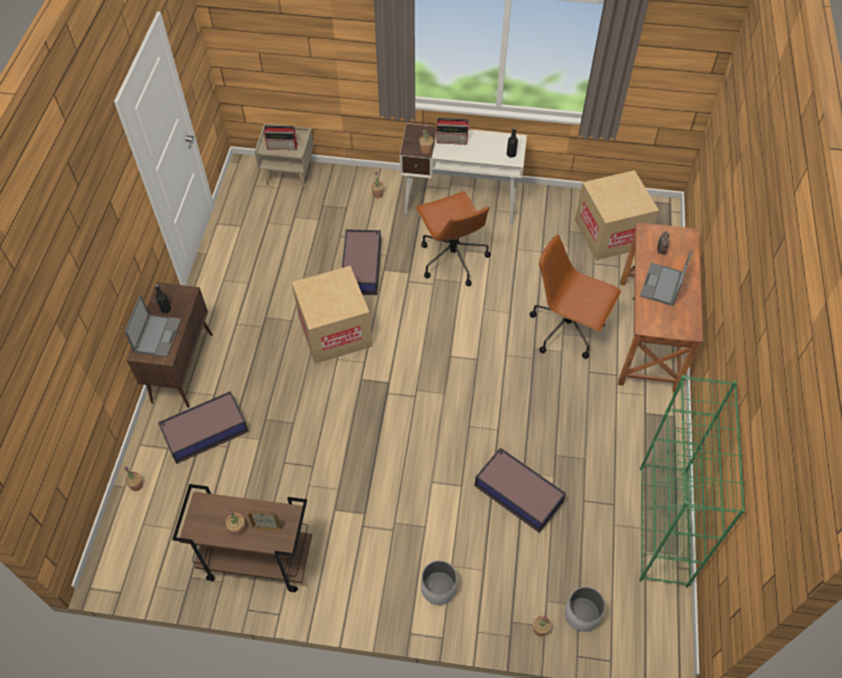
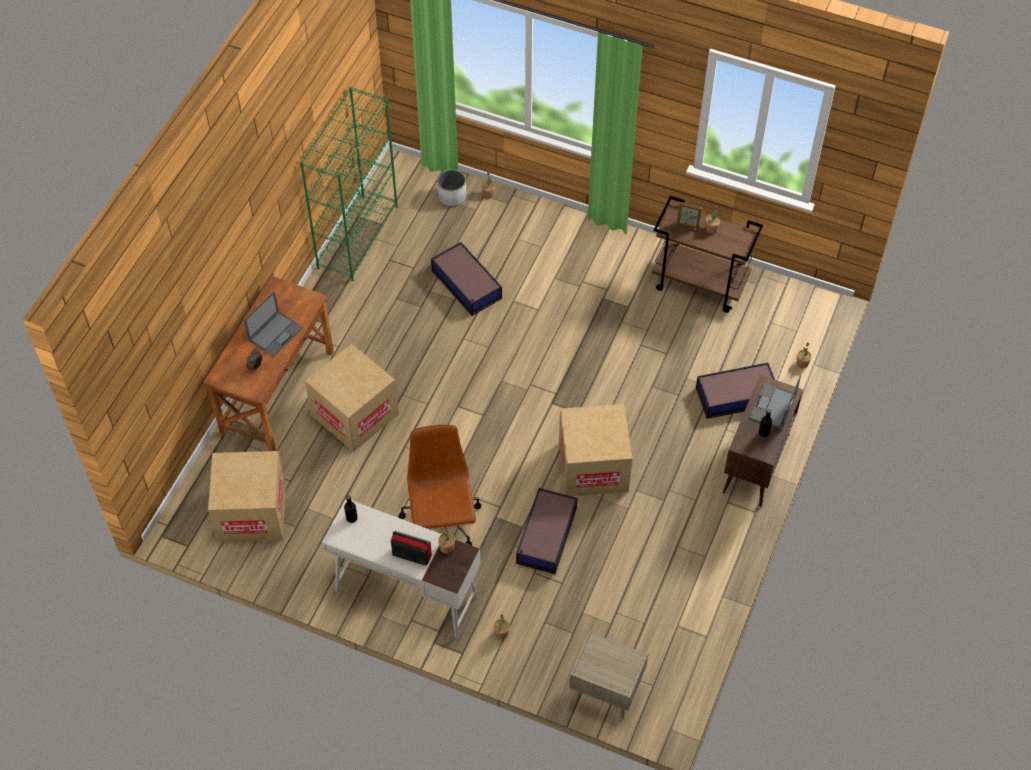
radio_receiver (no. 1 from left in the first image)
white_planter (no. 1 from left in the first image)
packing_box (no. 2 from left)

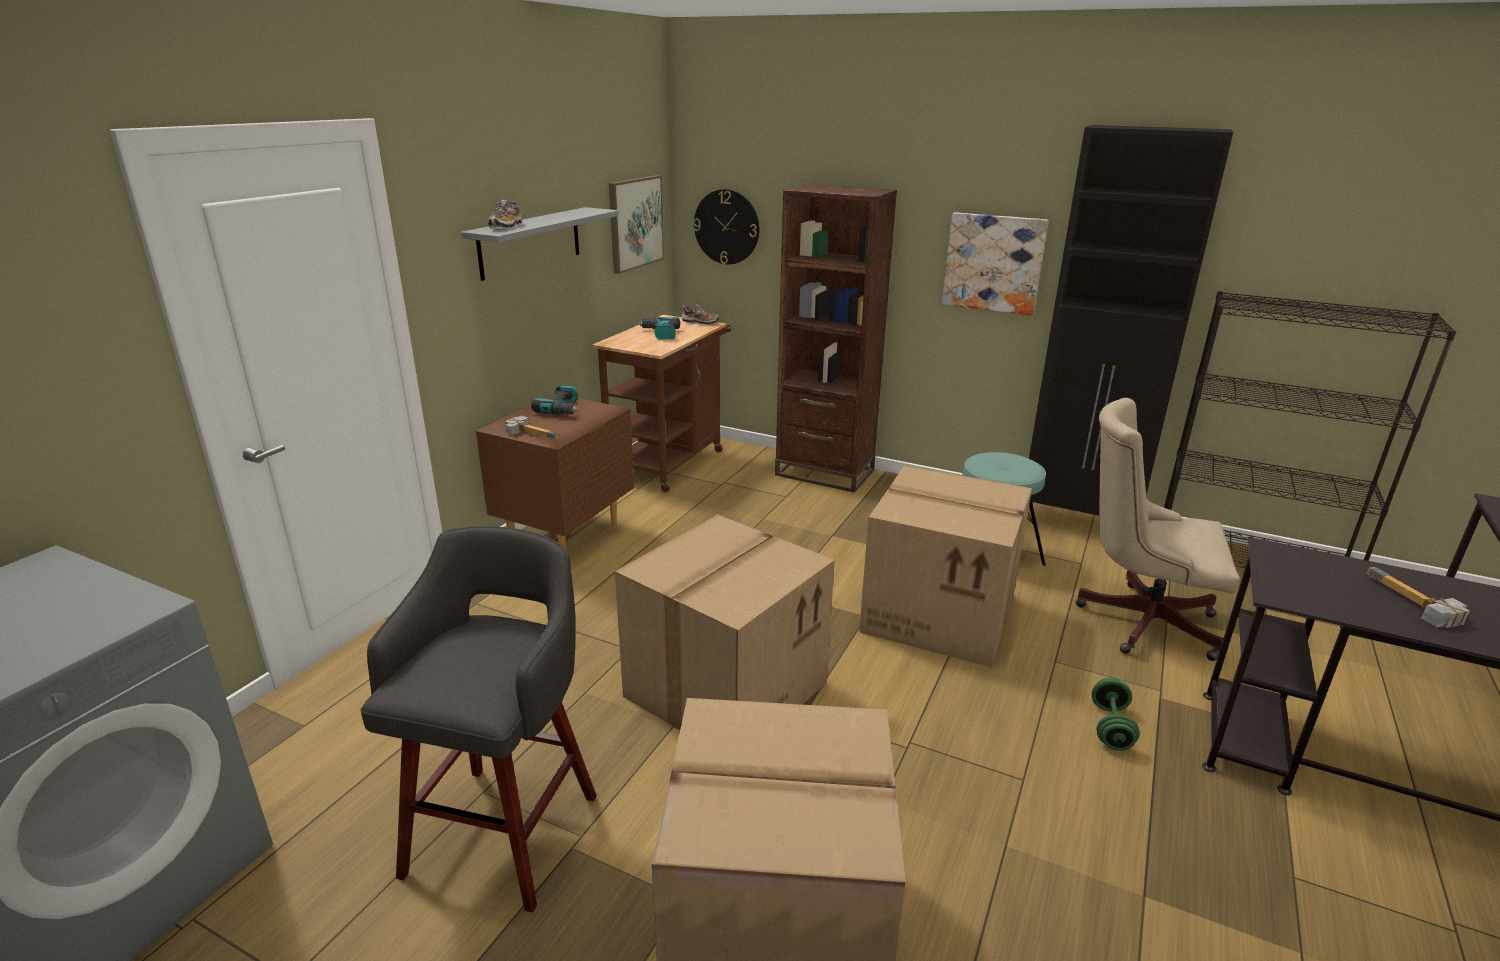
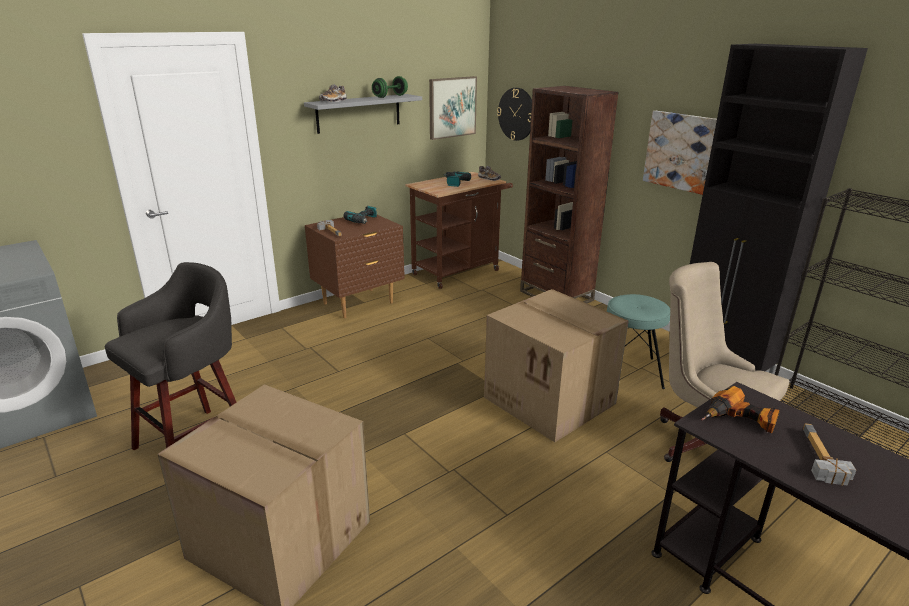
packing_box (no. 1 from left in the first image)
green-coloured_hand_weight
drill (no. 3 from left)

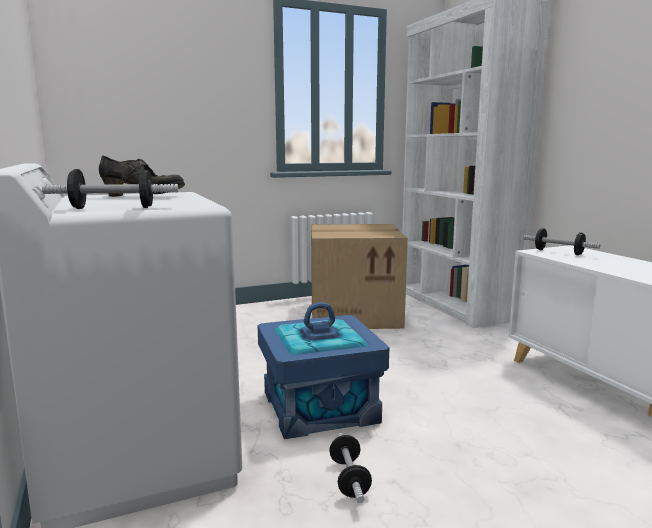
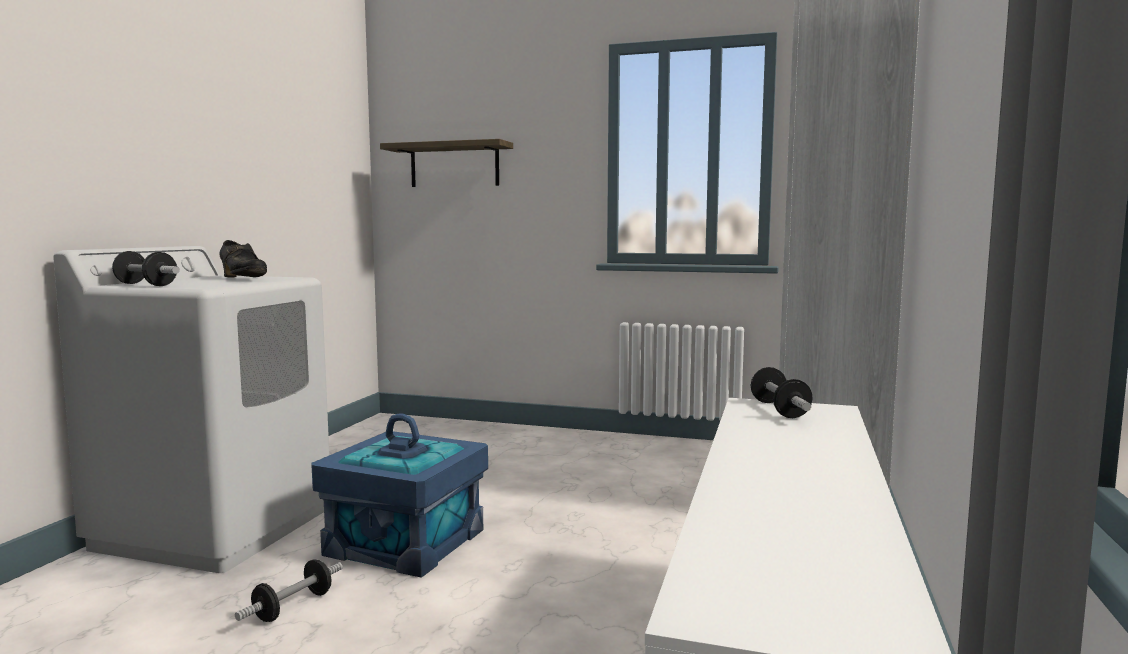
packing_box
shelf

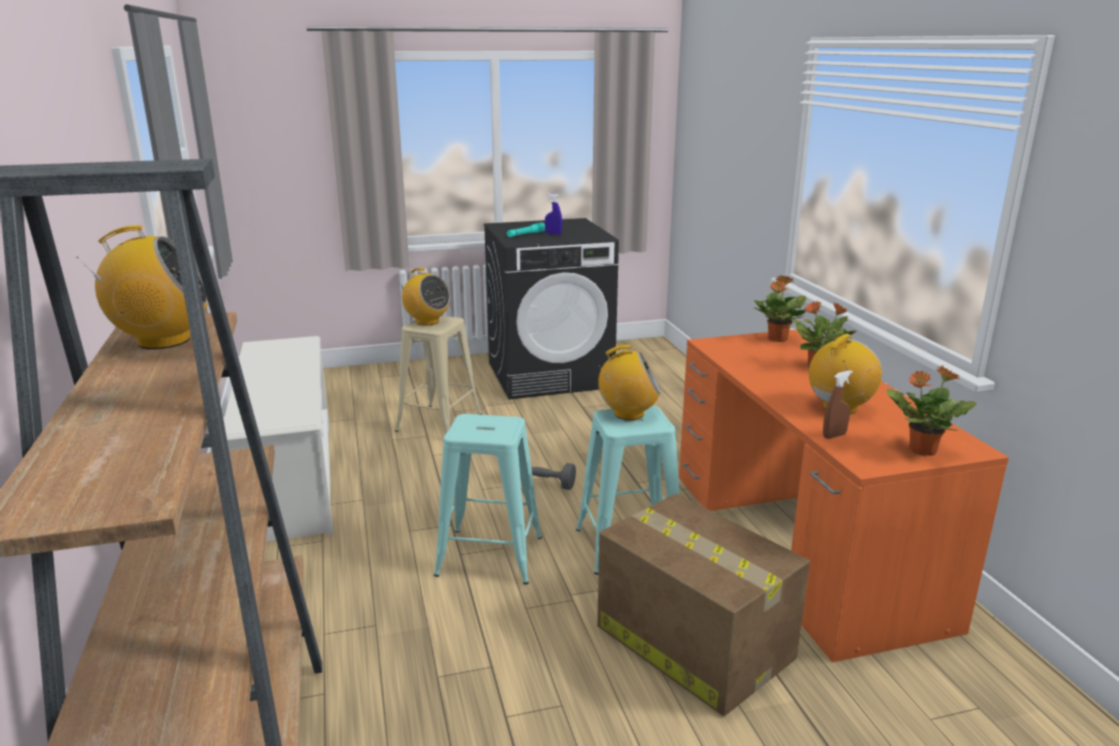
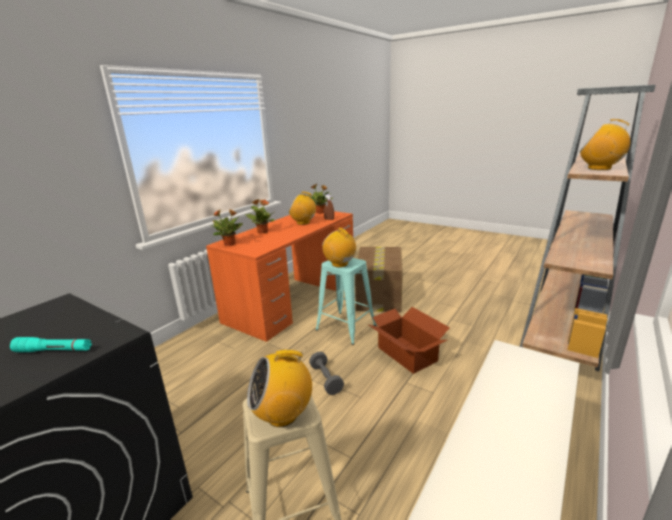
radio_receiver (no. 1 from left)
packing_box (no. 2 from left)
bluish_spray_bottle

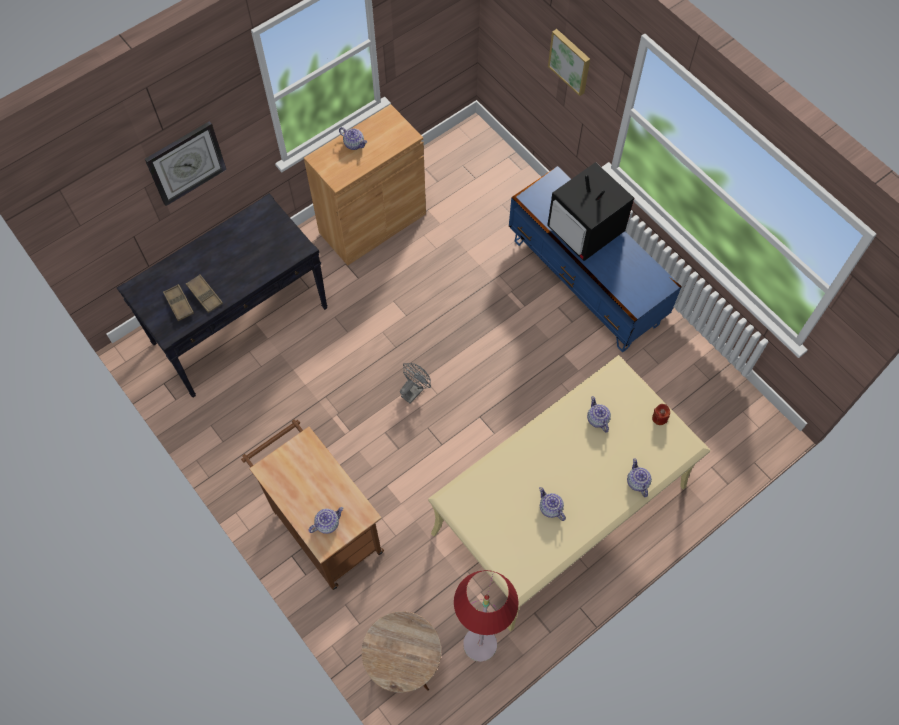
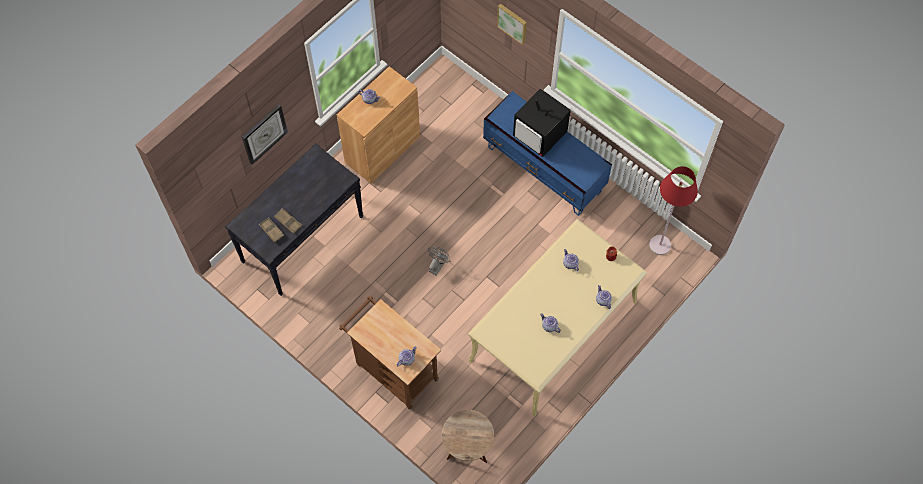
red_standard_lamp

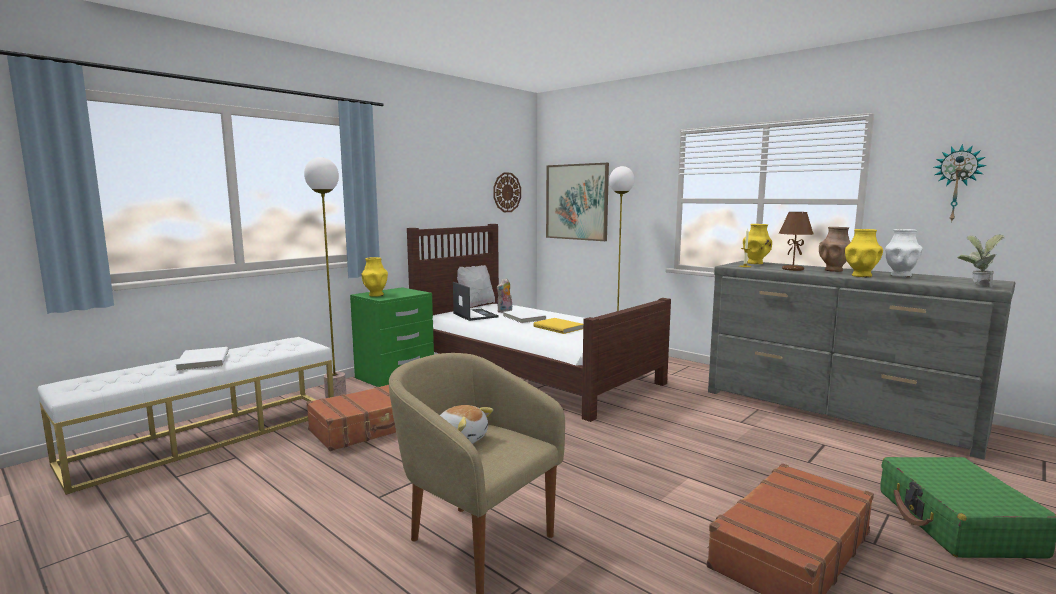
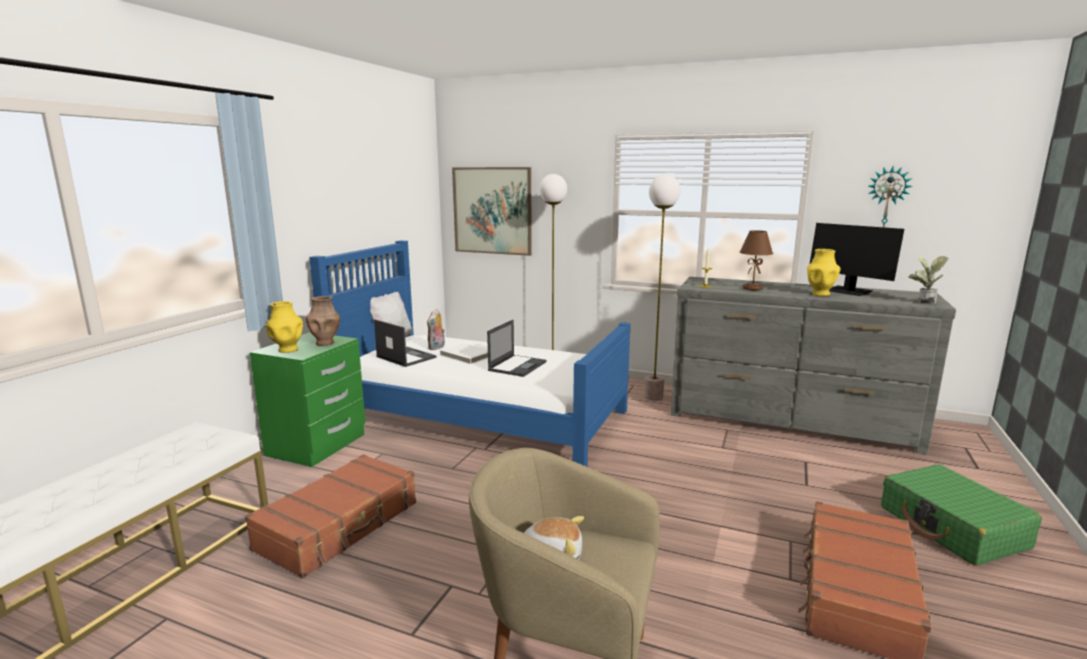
white_bound_book (no. 1 from left in the first image)
standard_lamp (no. 2 from left)
bluish_bedroom_bed
wall_clock (no. 1 from left in the first image)
portable_computer (no. 2 from left)
yellow-coloured_vase (no. 2 from left in the first image)
brownish_vase
monitor

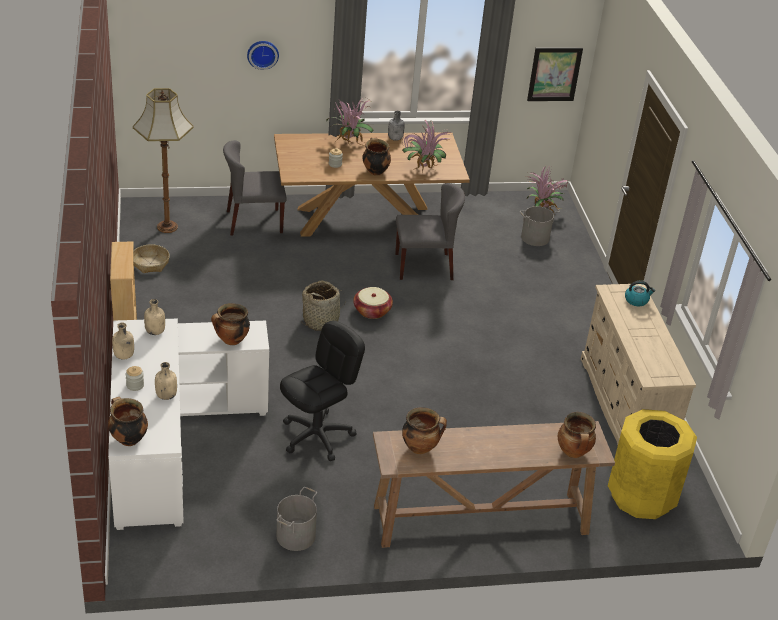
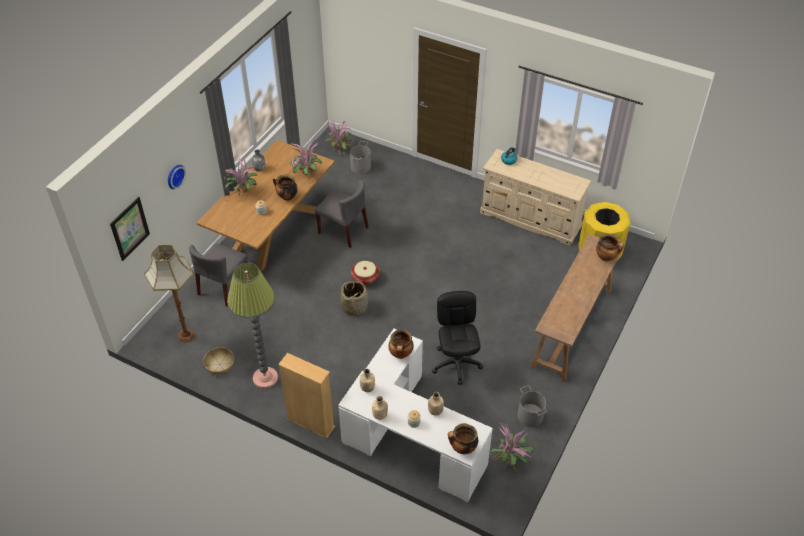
grey_plain_chair (no. 2 from left)
cooking_pot (no. 4 from left in the first image)
picture
standard_lamp (no. 2 from left)
plant_in_a_pot (no. 4 from left)

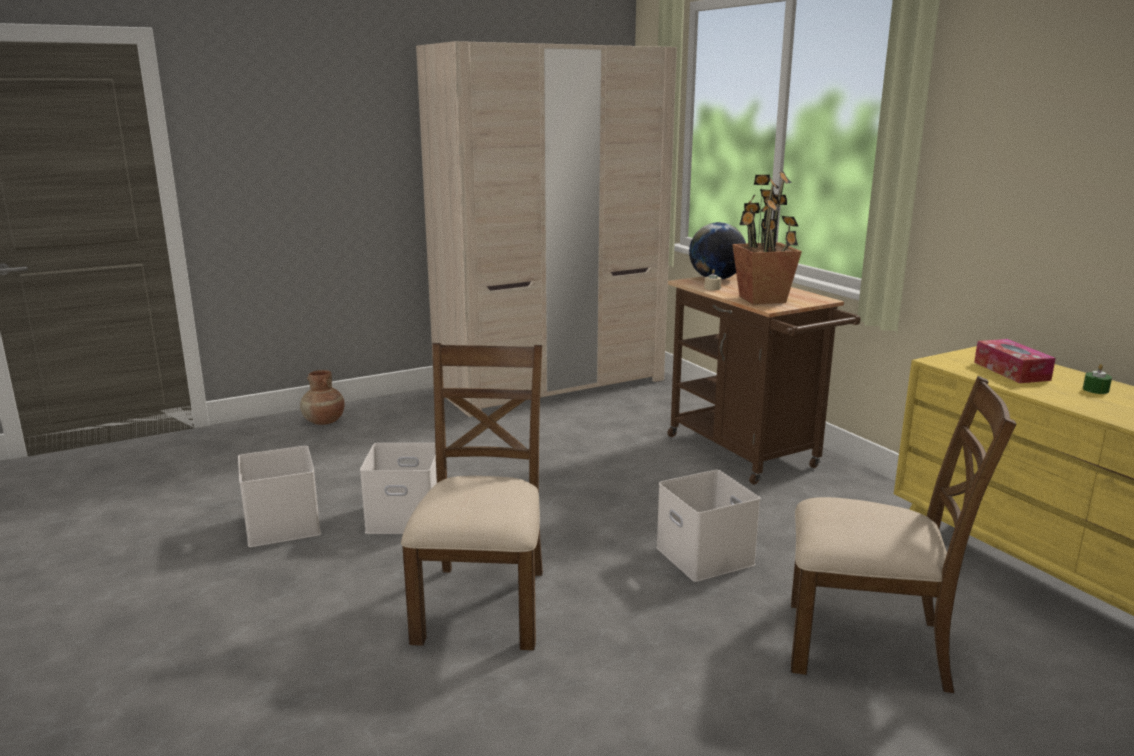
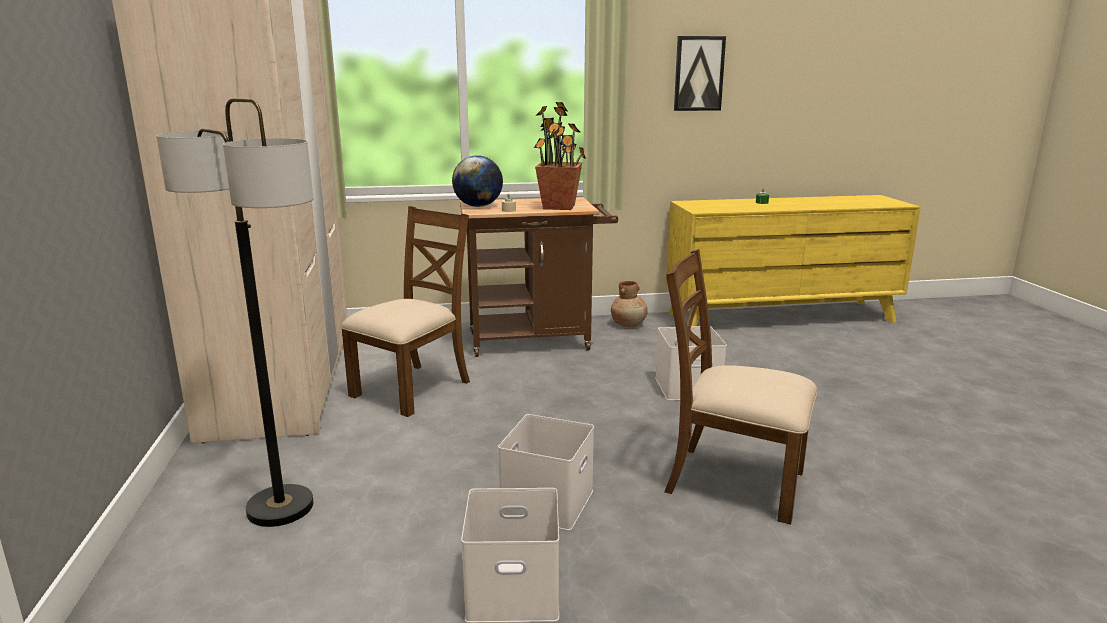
brownish_vase
brownish_plain_chair (no. 1 from left)
tissue_box
standard_lamp
picture

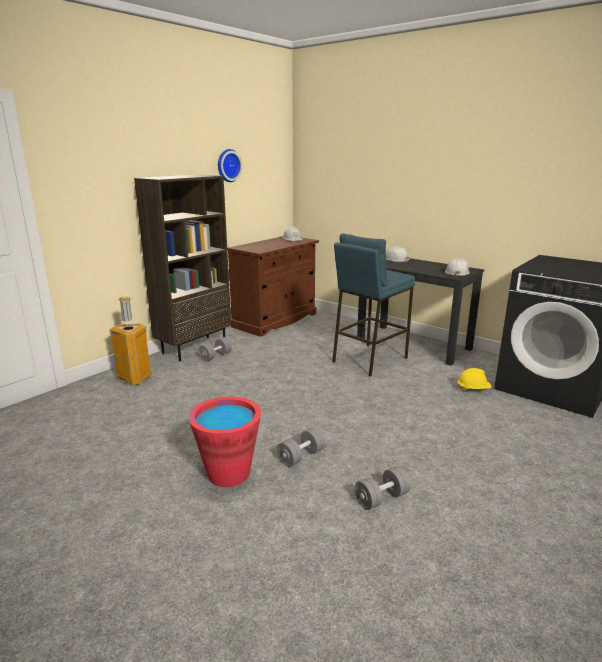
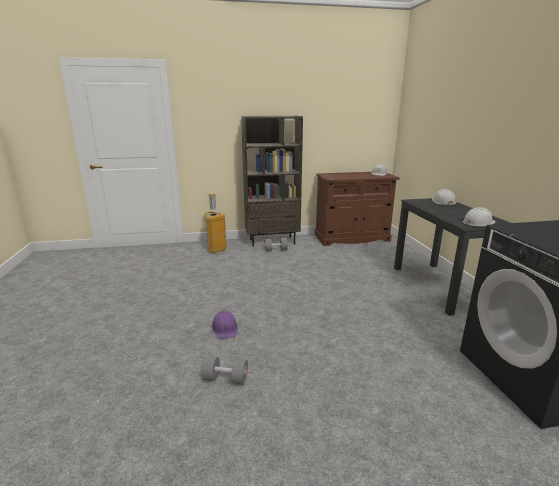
red_pail
wall_clock
purple-coloured_safety_helmet
bluish_sitting_stool
yellow-coloured_safety_helmet

